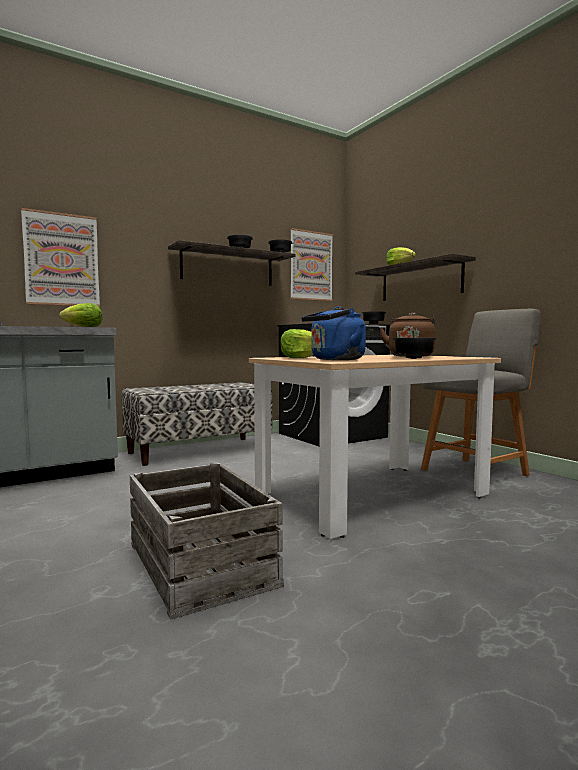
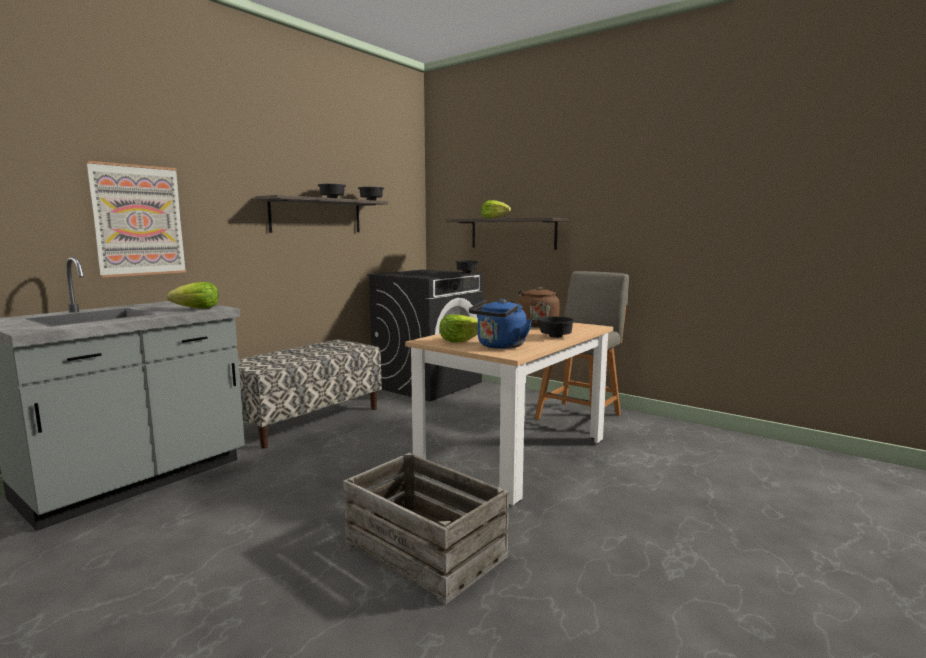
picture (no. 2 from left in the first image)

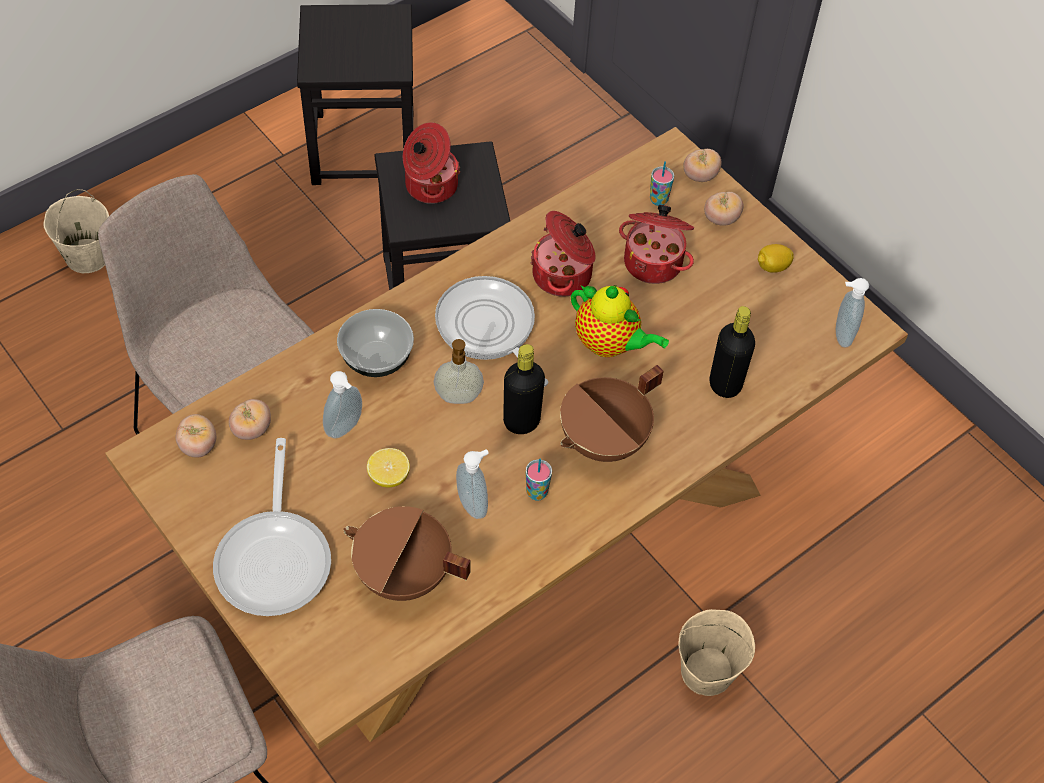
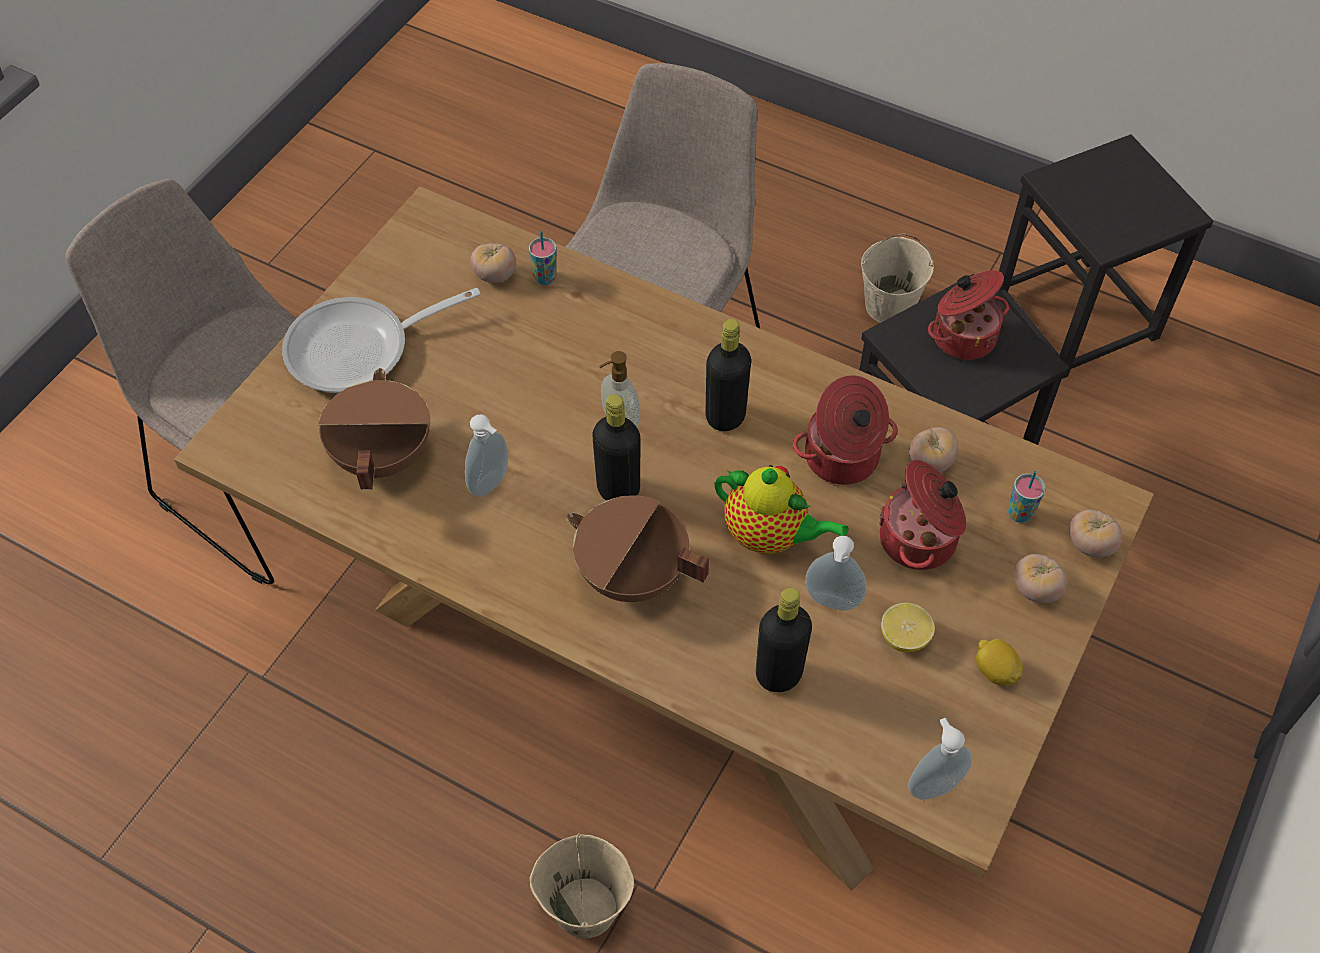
beige-coloured_pail (no. 2 from left)
tomato (no. 2 from left)
soap_dispenser (no. 3 from left)
bowl
citrus_fruit (no. 1 from left)
blackish_beverage_bottle (no. 2 from left)
small_cup (no. 1 from left)
pot_for_tea

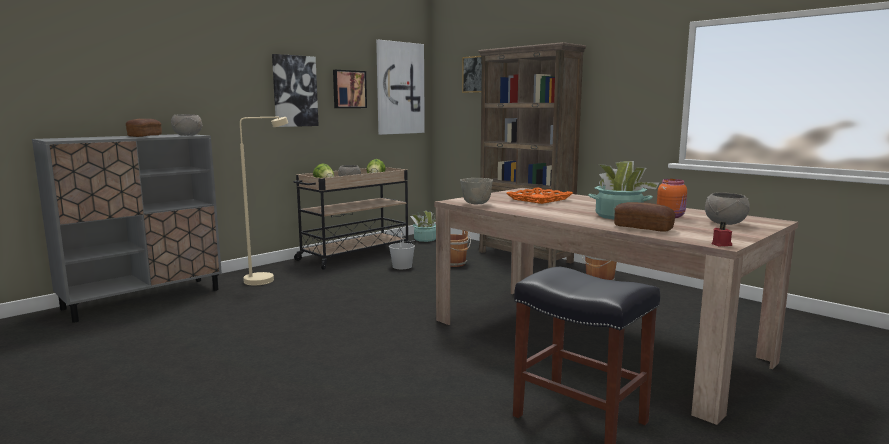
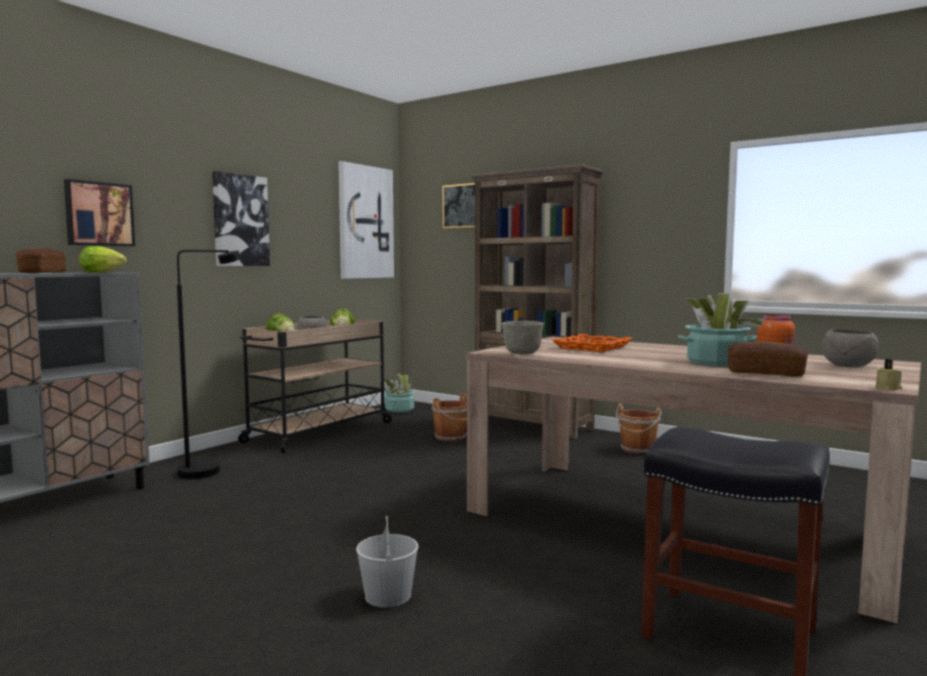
head_of_lettuce (no. 1 from left)
blackish_standard_lamp
picture (no. 1 from left)
white_pail
beige-coloured_wax_light

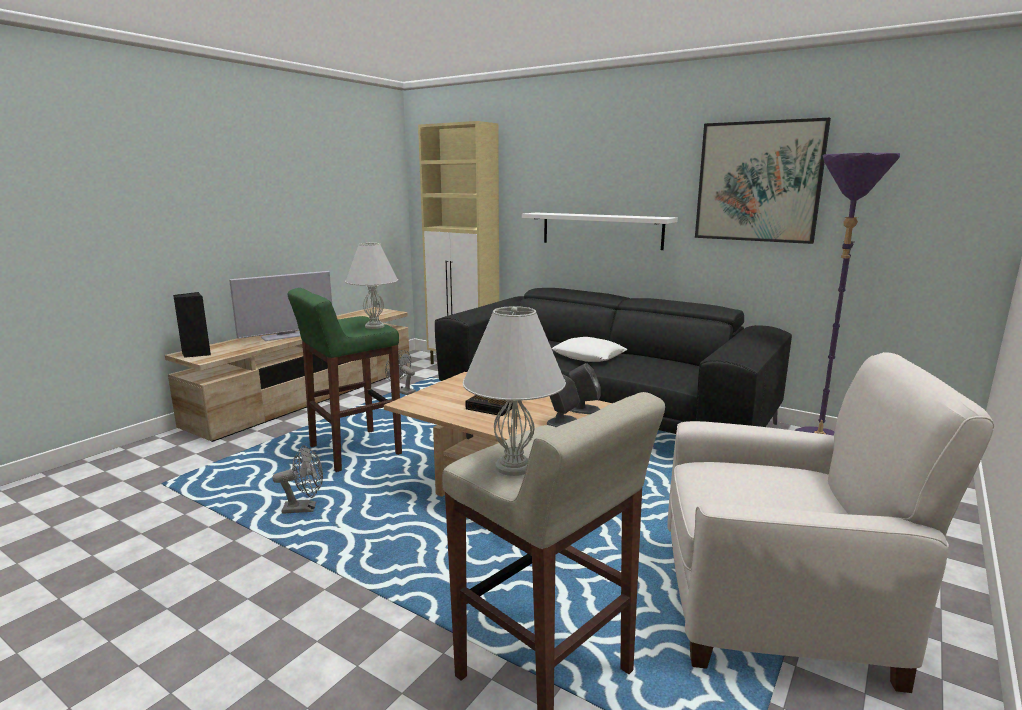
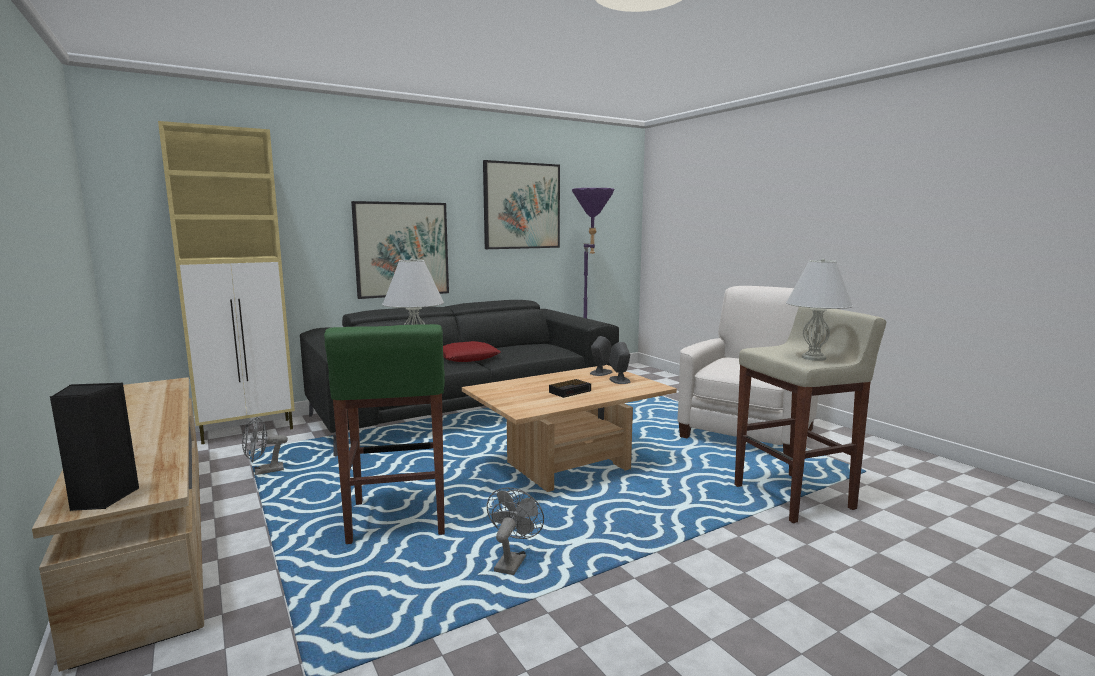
TV
picture (no. 1 from left)
red_throw_pillow

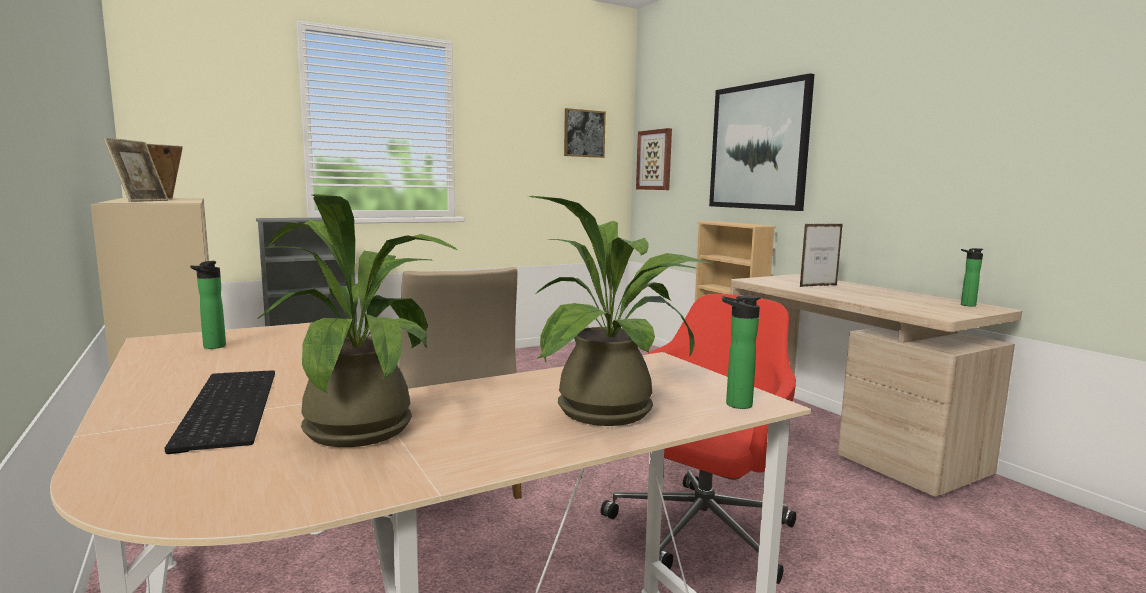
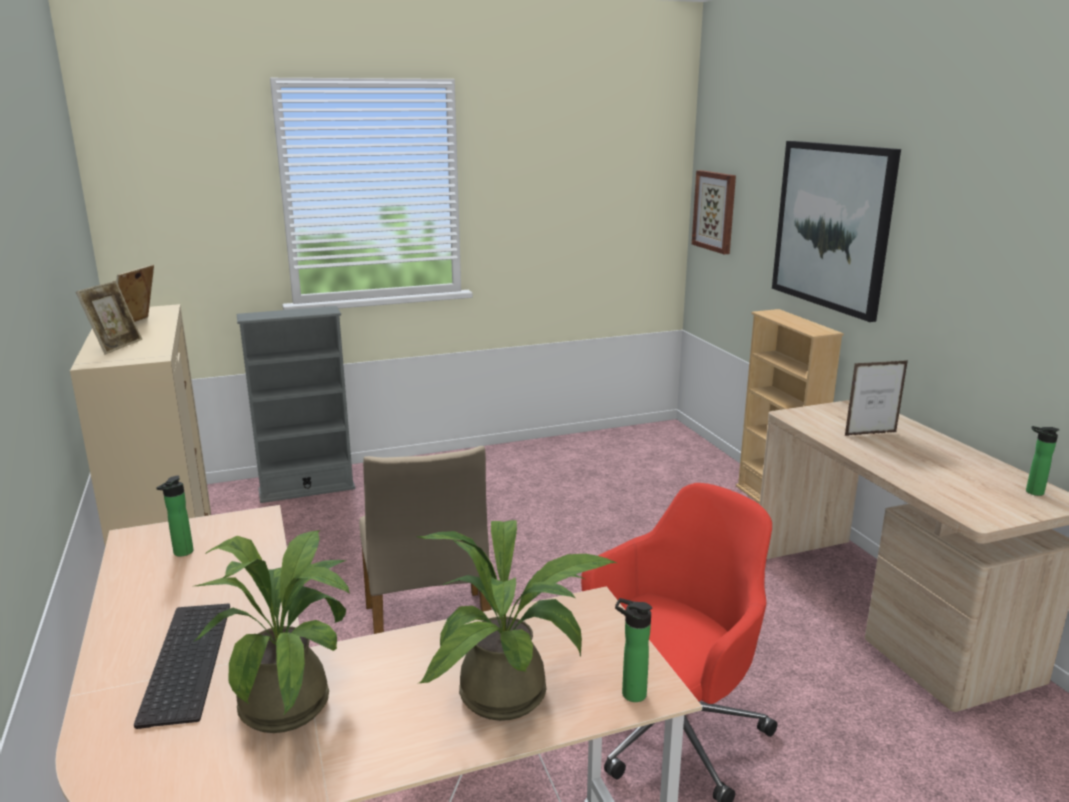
picture (no. 1 from left in the first image)

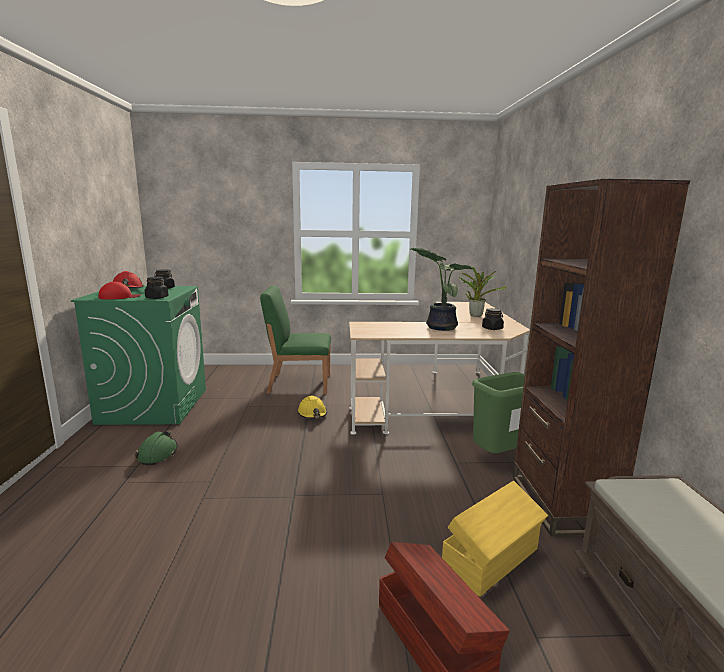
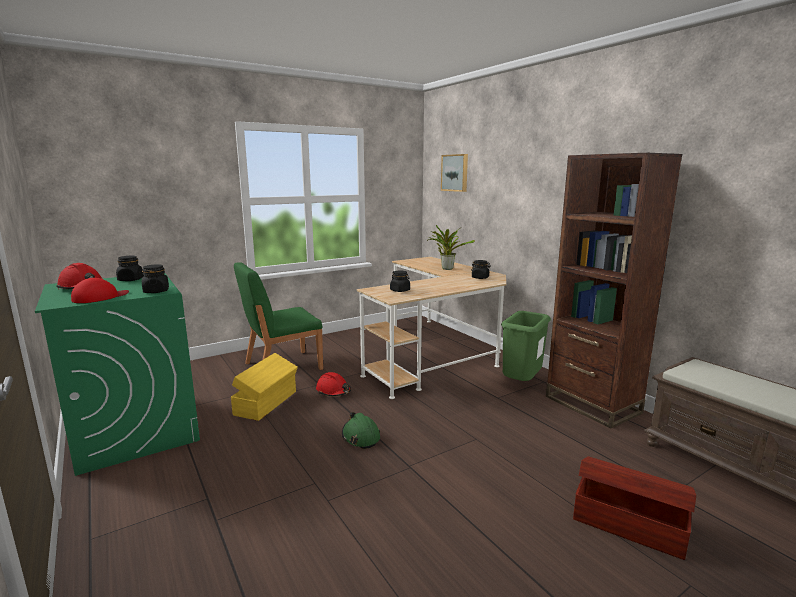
green-coloured_safety_helmet
red_safety_helmet (no. 2 from left)
plant_in_a_pot (no. 1 from left in the first image)
yellow-coloured_storage_box
blackish_storage_jar (no. 3 from left)
picture

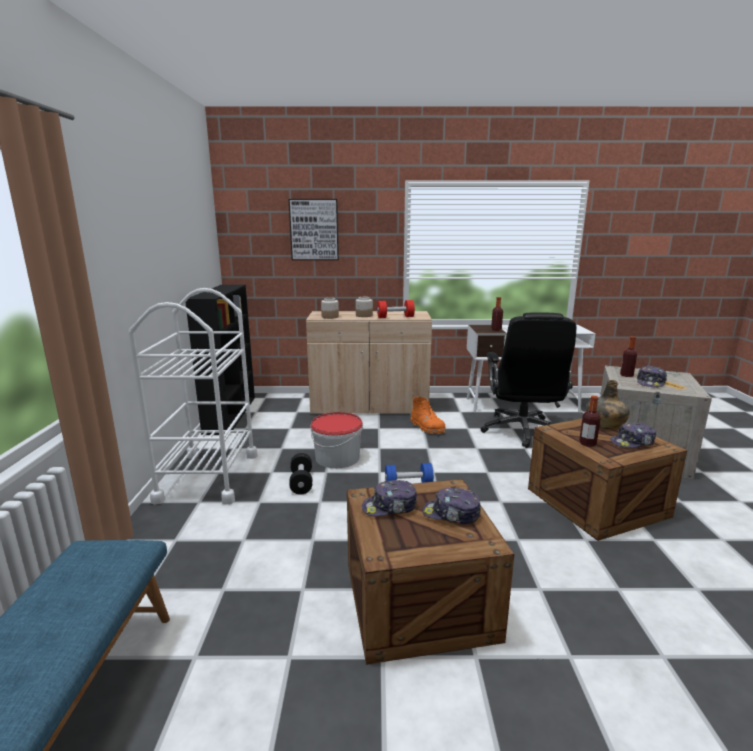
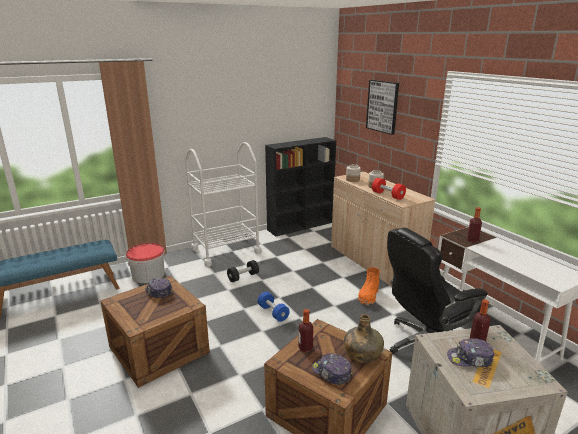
pail
baseball_cap (no. 2 from left in the first image)

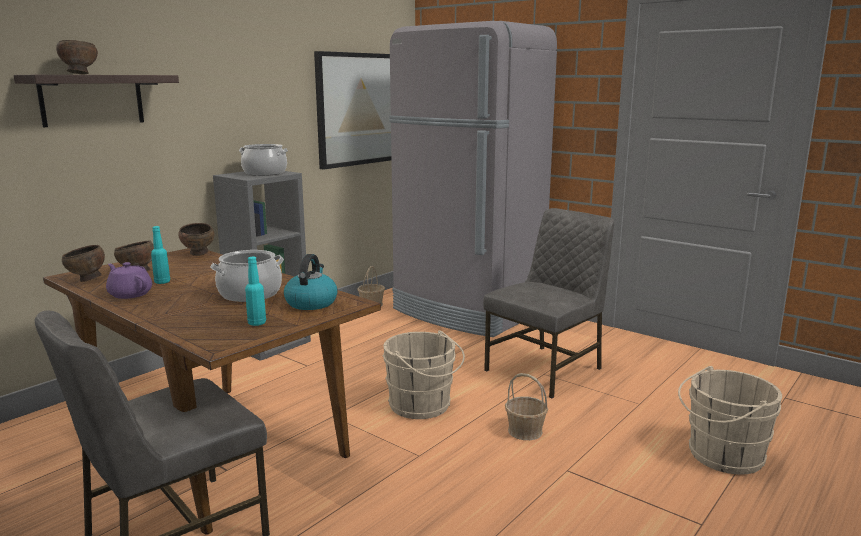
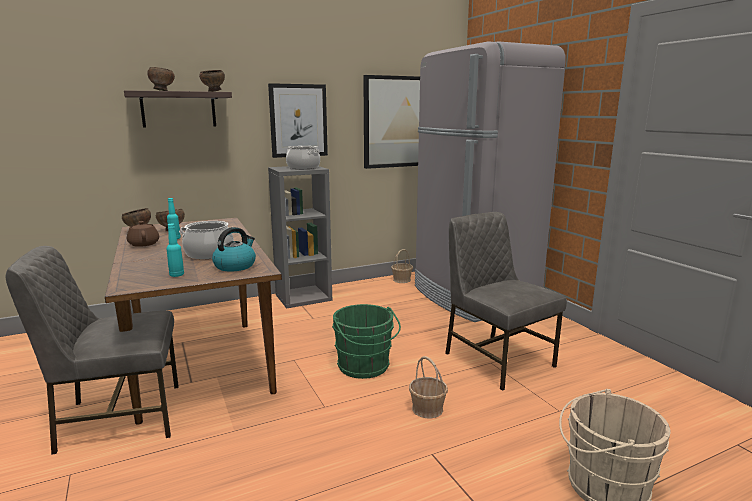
brownish_pot_for_tea
brownish_bowl (no. 4 from left)
green-coloured_pail
grey_plain_chair (no. 2 from left)
picture (no. 1 from left)

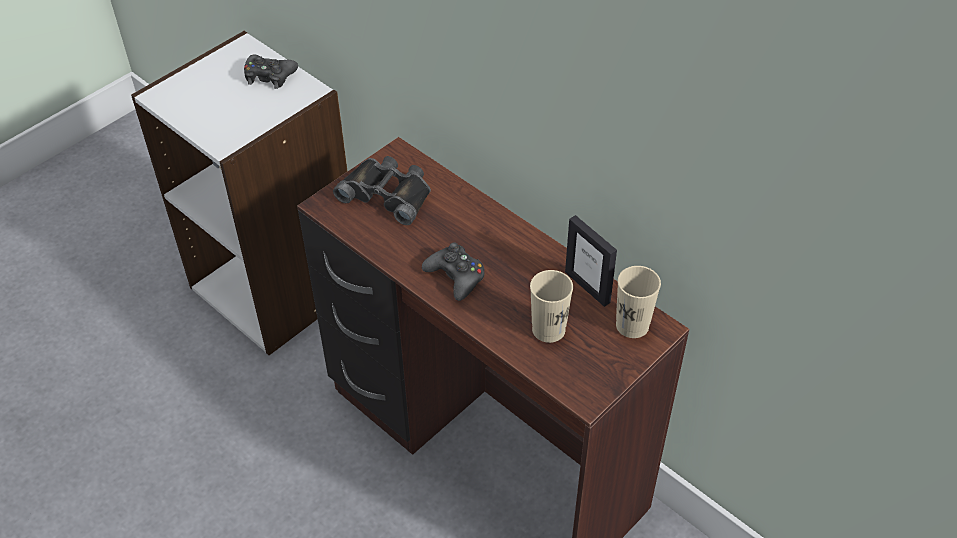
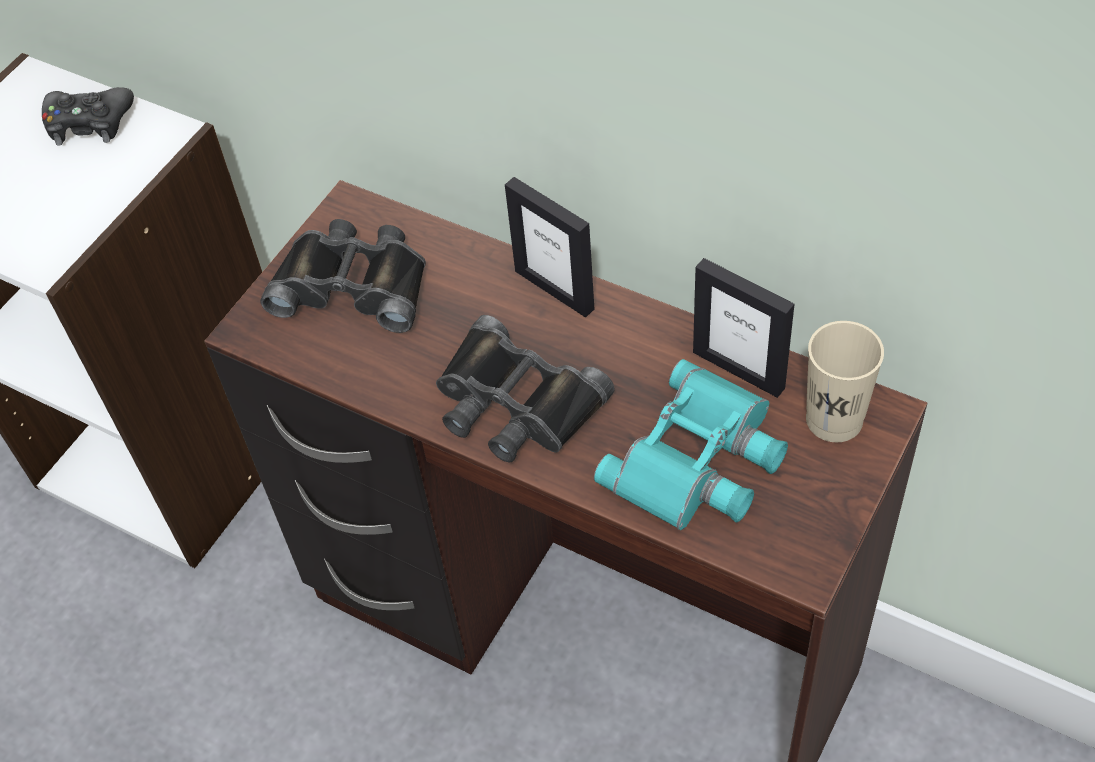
blackish_binoculars (no. 2 from left)
turquoise_binoculars
picture_frame (no. 1 from left)

